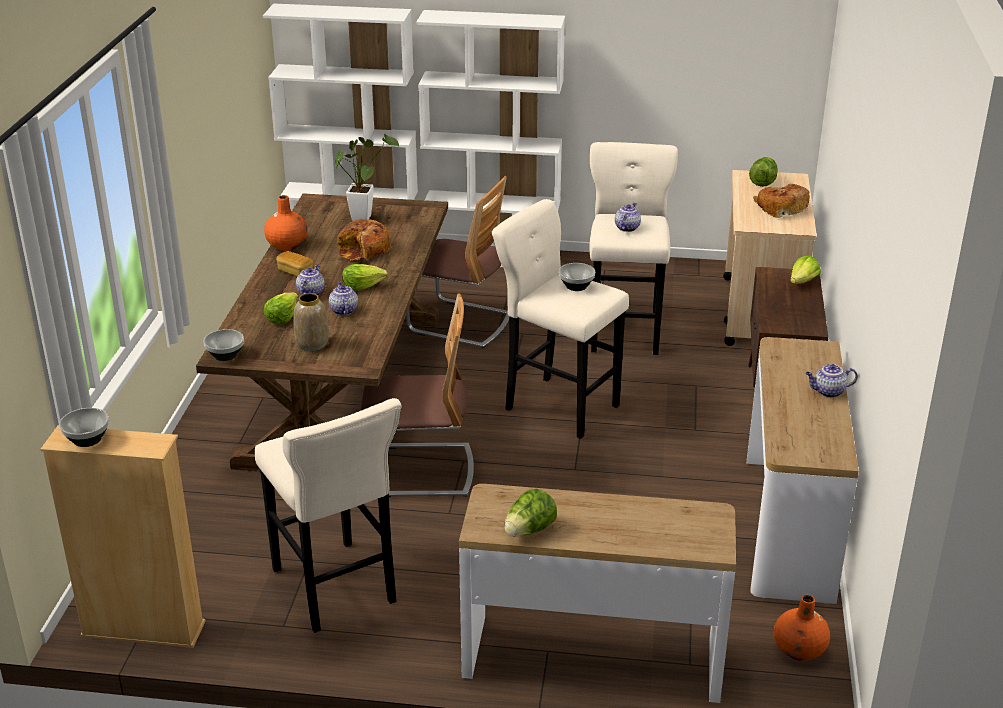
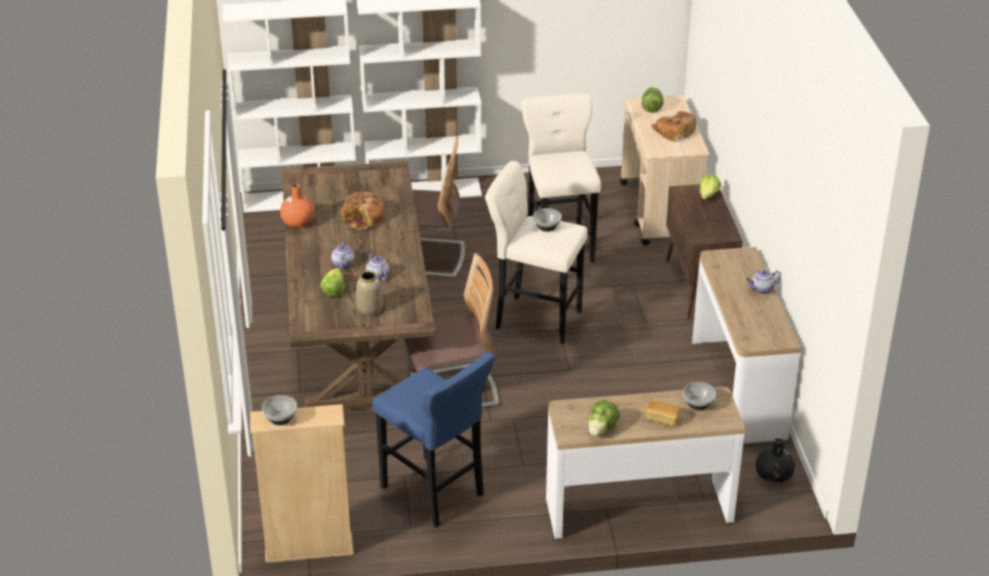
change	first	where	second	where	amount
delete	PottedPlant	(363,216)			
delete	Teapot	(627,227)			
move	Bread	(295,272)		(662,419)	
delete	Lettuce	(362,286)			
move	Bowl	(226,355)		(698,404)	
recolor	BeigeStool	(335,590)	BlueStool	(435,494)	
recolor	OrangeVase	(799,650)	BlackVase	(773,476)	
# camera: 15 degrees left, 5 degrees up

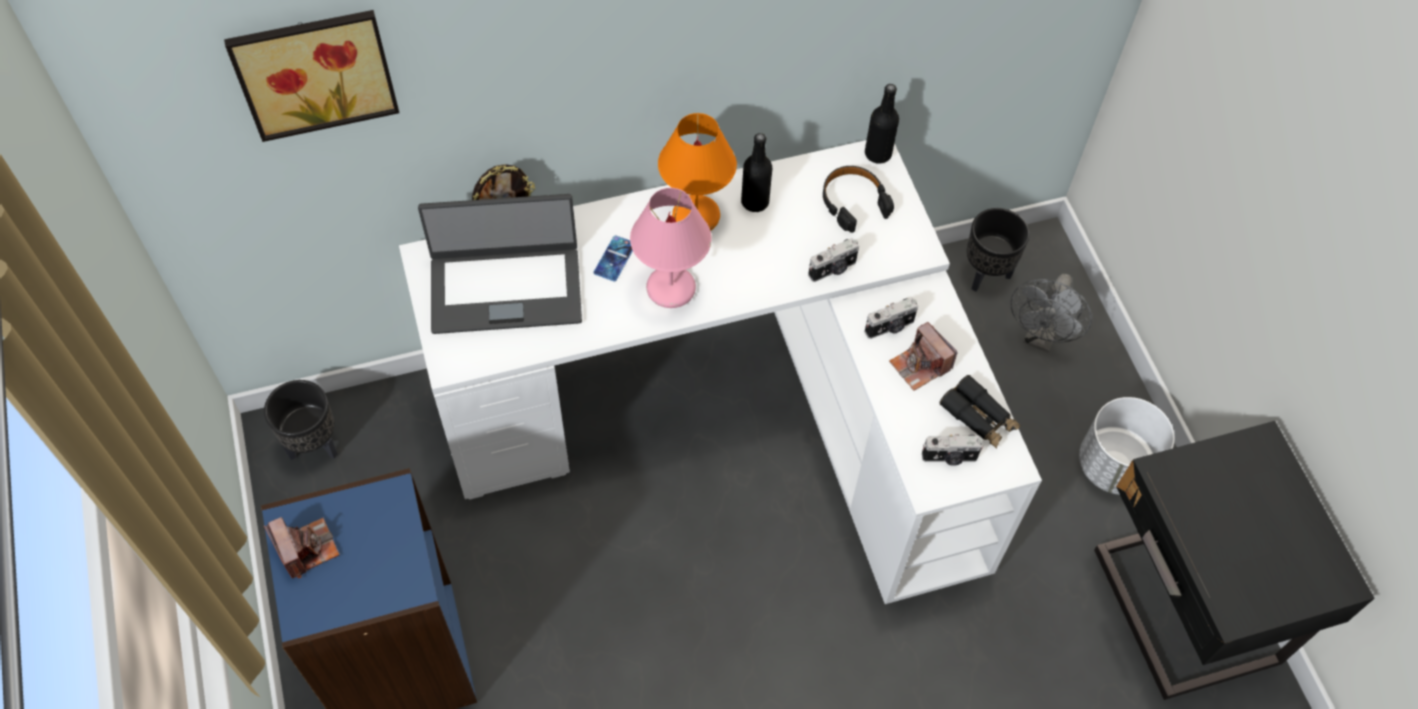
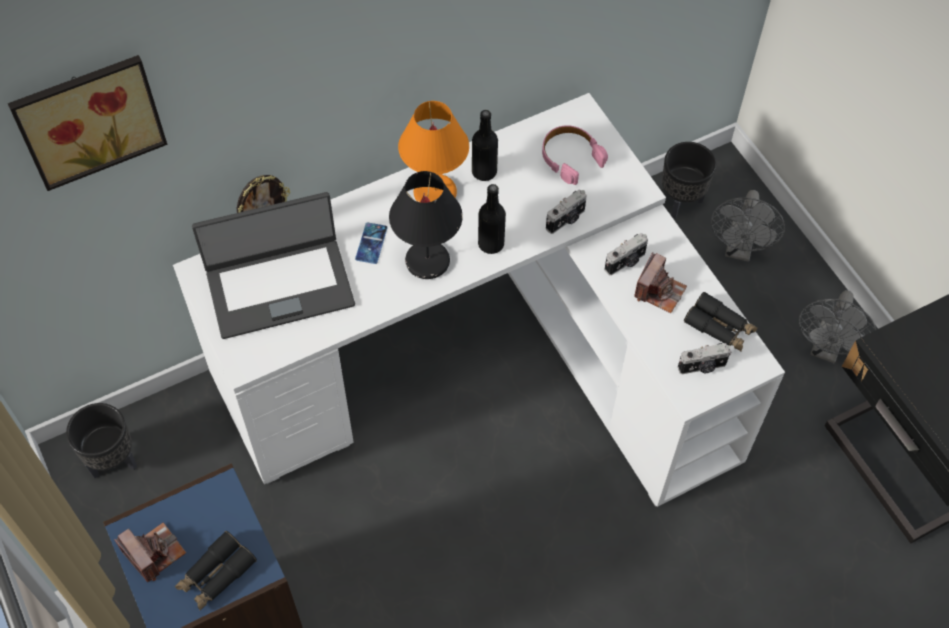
change	first	where	second	where	amount
move	BlackBottle	(878,154)		(491,244)	
recolor	BlackHeadphones	(853,202)	PinkHeadphones	(570,157)	
recolor	PinkTableLamp	(670,289)	BlackTableLamp	(427,262)	
rotate	PhotoCamera	(920,365)		(659,291)	105 degrees counterclockwise
replace	WhitePlanter	(1115,465)	GreyFan	(826,349)	
insert			BlackBinoculars	(216,575)	
# camera: 10 degrees left, 0 degrees up

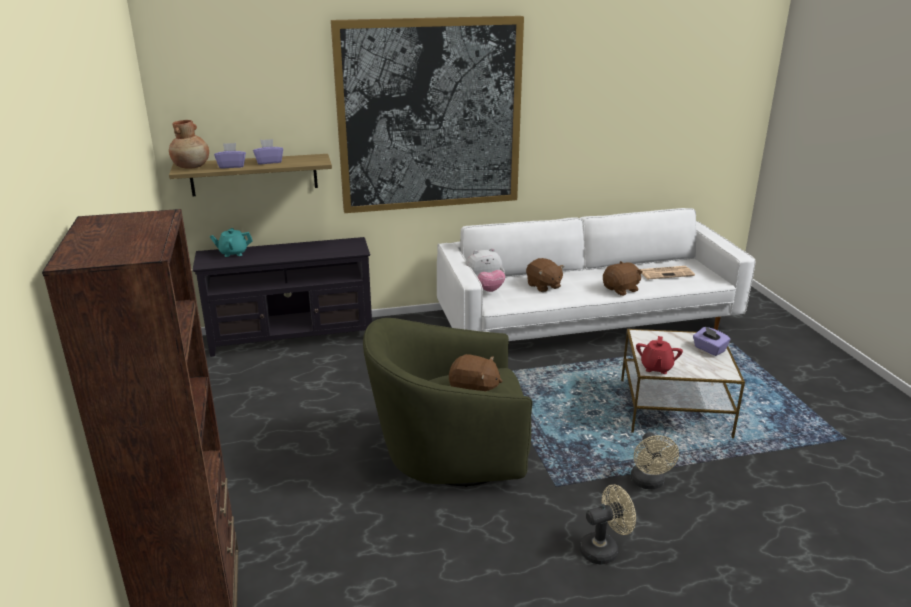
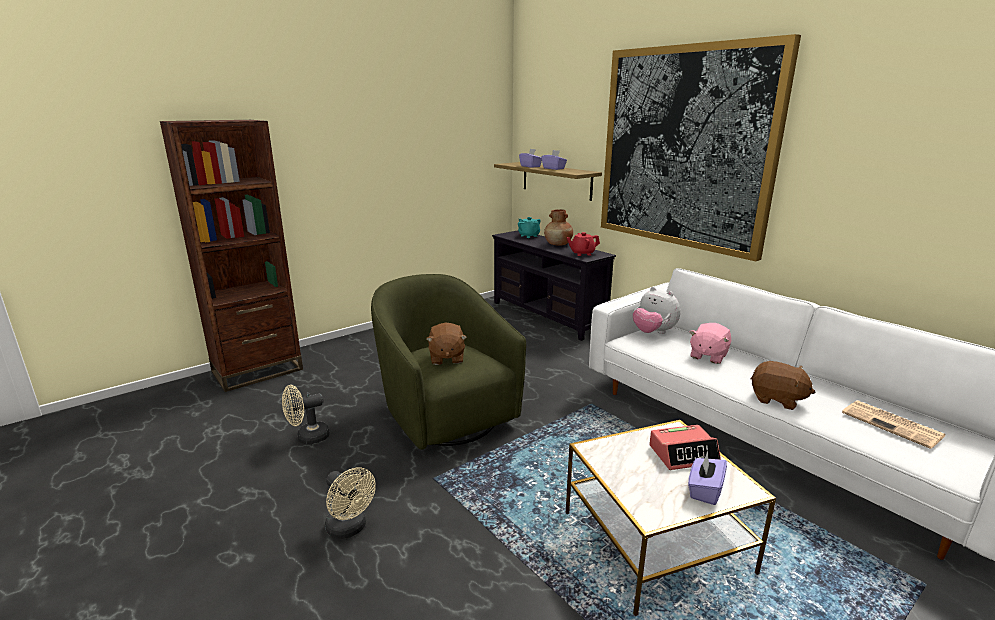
change	first	where	second	where	amount
move	BrownVase	(192,167)		(558,244)	
recolor	BrownPlushToy	(543,286)	PinkPlushToy	(708,356)	
move	RedTeapot	(656,368)		(582,253)	
move	BeigeFan	(648,483)		(308,437)	
insert			AlarmClock	(683,454)	
# camera: 65 degrees right, 5 degrees down

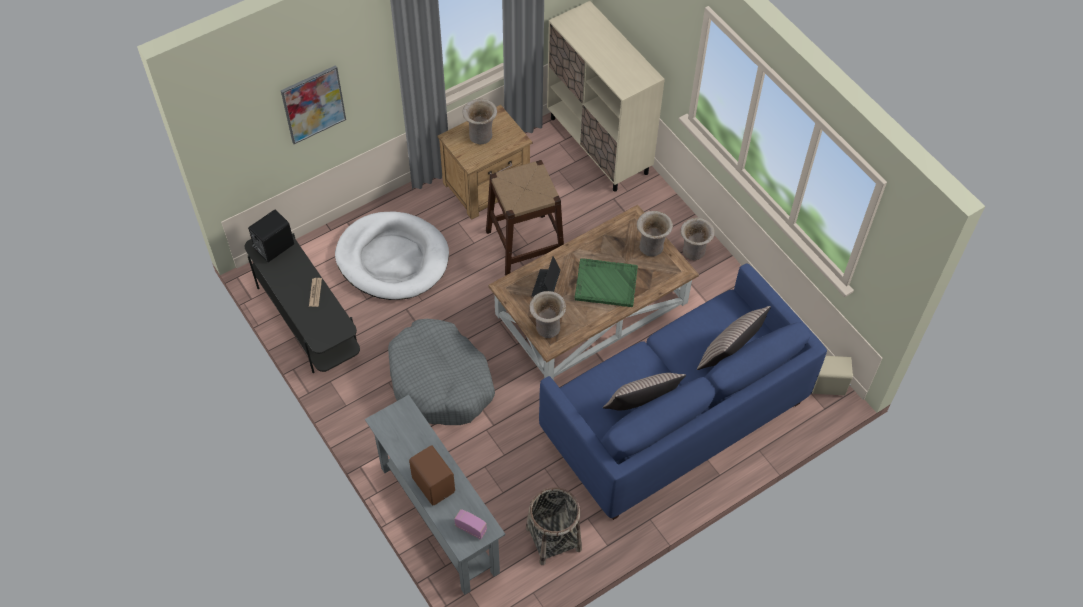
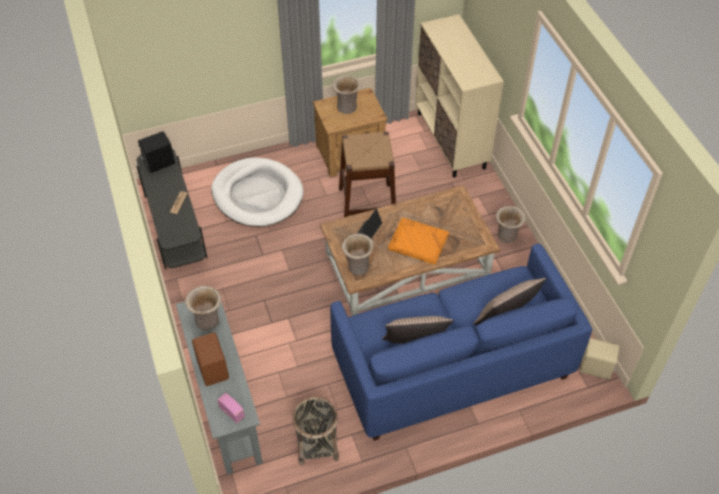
change	first	where	second	where	amount
delete	Picture	(313,104)			
move	BeigeVase	(651,246)		(207,320)	
recolor	GreenTray	(605,283)	OrangeTray	(417,241)	
delete	GreyDogBed	(441,381)			
# camera: 15 degrees right, 5 degrees down

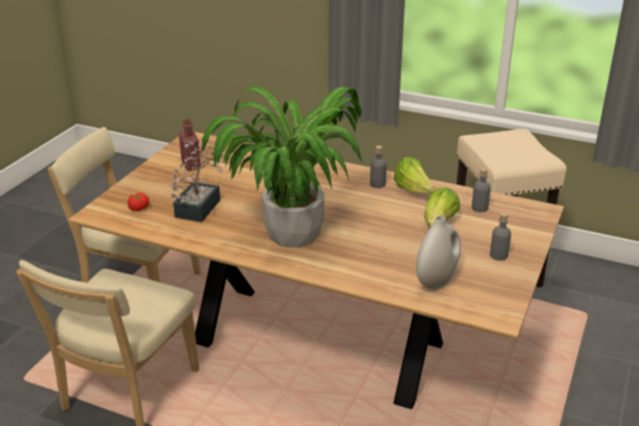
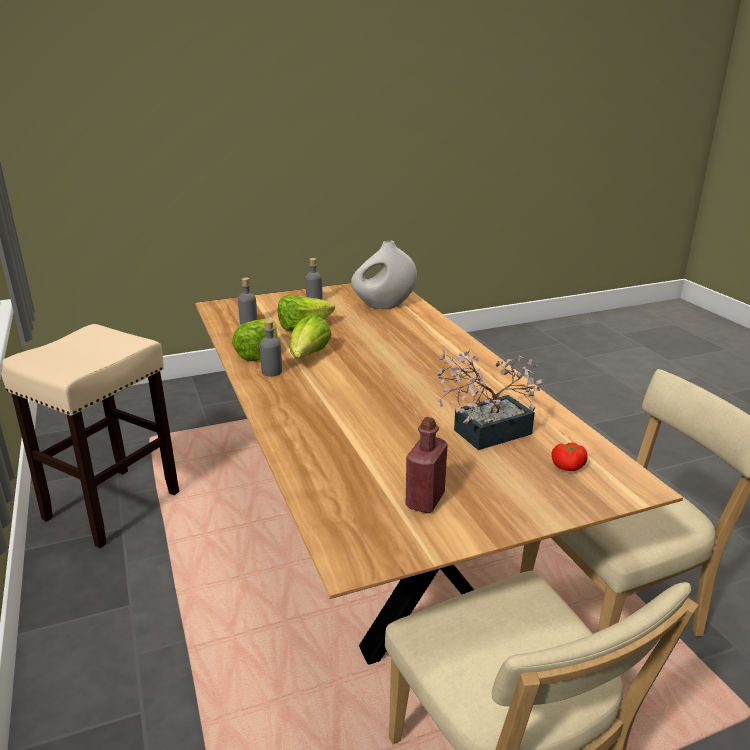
change	first	where	second	where	amount
delete	PottedPlant	(293,234)			
insert			Lettuce	(309,356)	
# camera: 135 degrees left, 5 degrees down

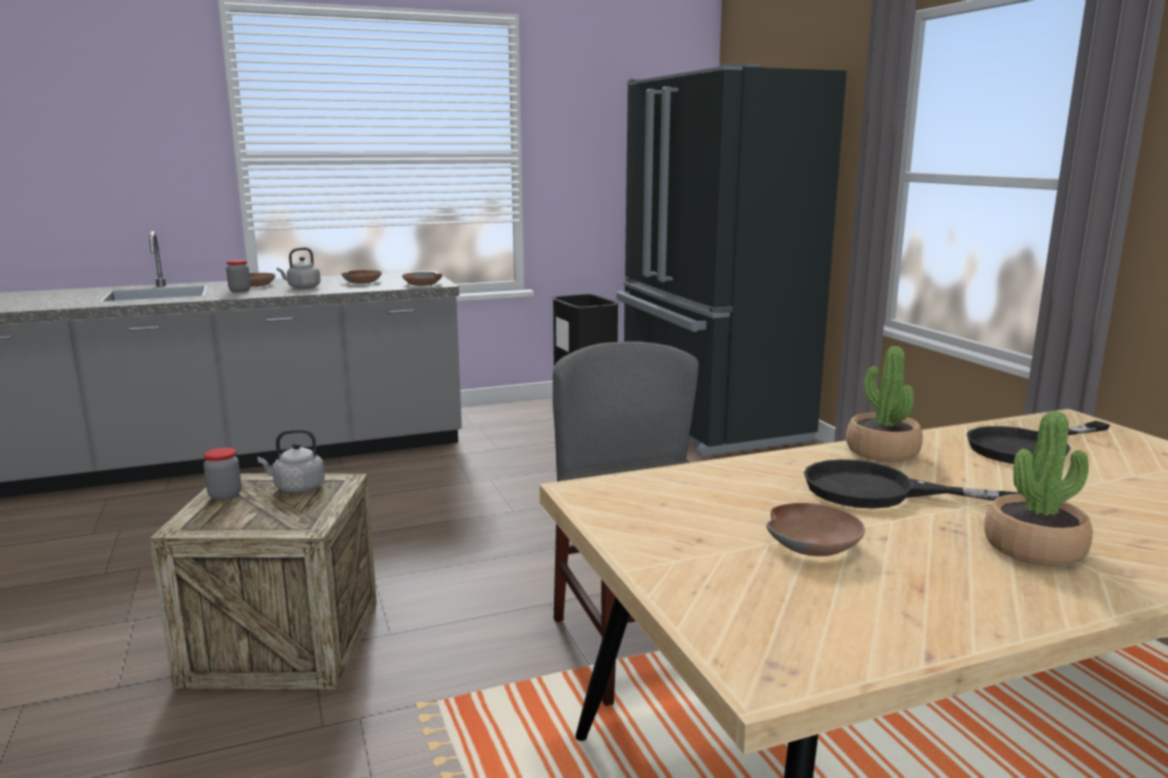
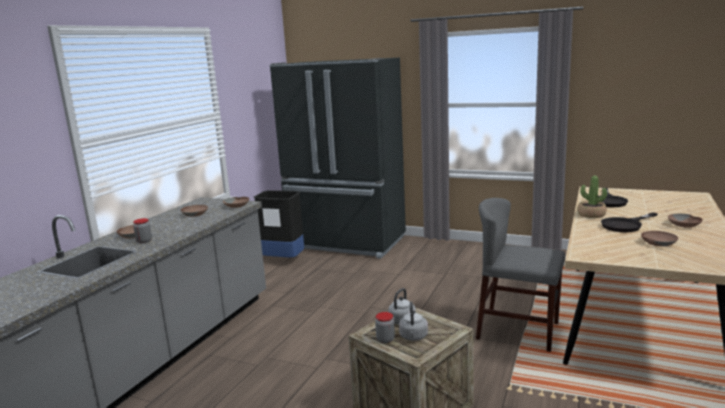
change	first	where	second	where	amount
move	GreyKettle	(302,287)		(413,337)	
replace	PottedPlant	(1034,548)	BrownBowl	(684,225)	
# camera: 45 degrees left, 0 degrees up

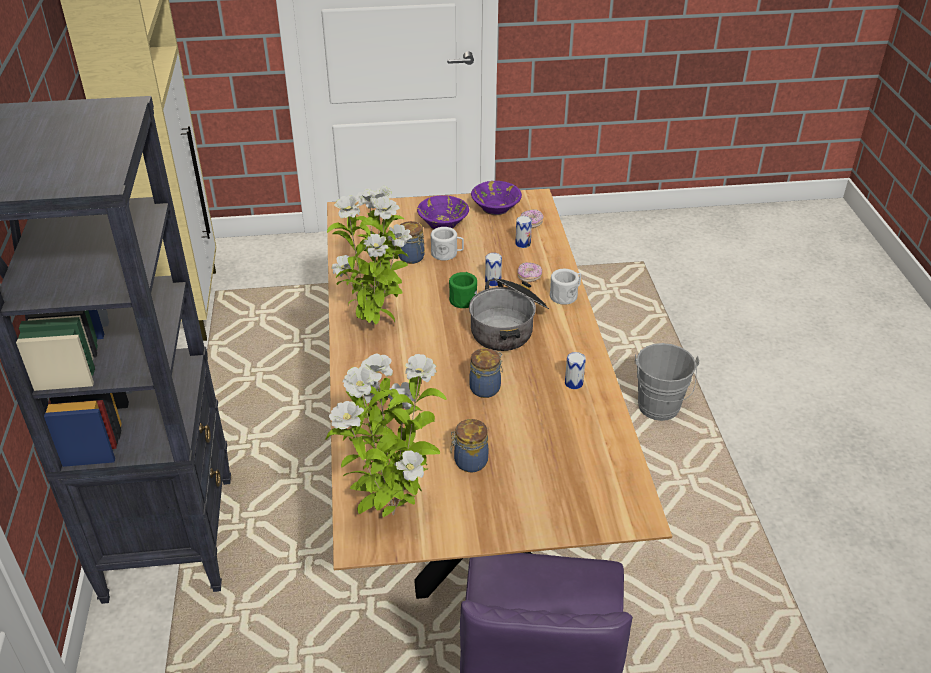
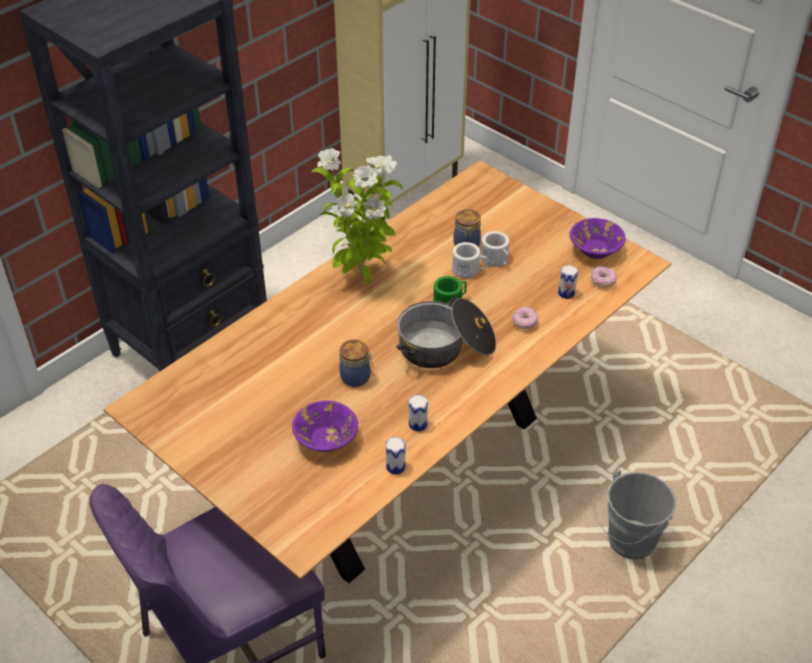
change	first	where	second	where	amount
move	PurpleBowl	(443,223)		(326,439)	
move	Can	(493,281)		(395,467)	
move	WhiteMug	(566,295)		(469,270)	
delete	PottedPlant	(392,512)			
delete	Jar	(469,462)			
# camera: 50 degrees right, 5 degrees up

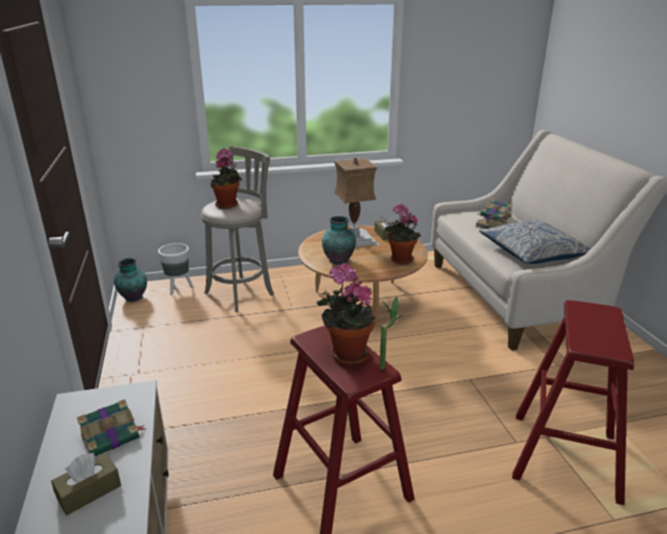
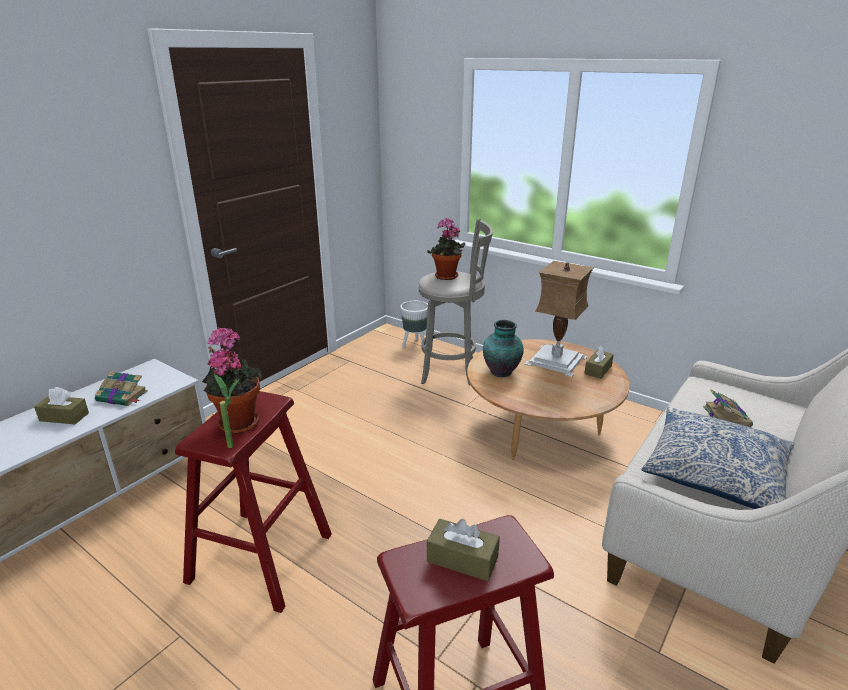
change	first	where	second	where	amount
delete	Book	(496,216)			
delete	PottedPlant	(399,260)			
delete	Vase	(133,298)			
insert			BrownTissueBox	(462,559)	
# camera: 50 degrees right, 0 degrees up

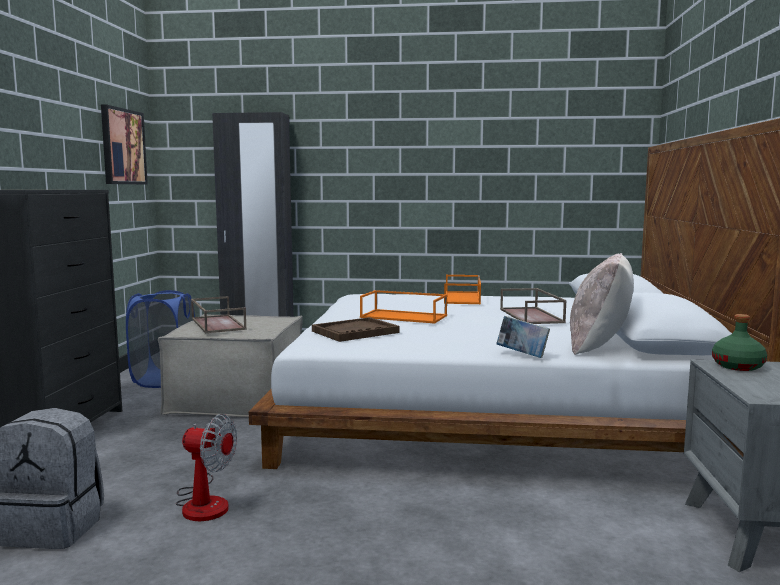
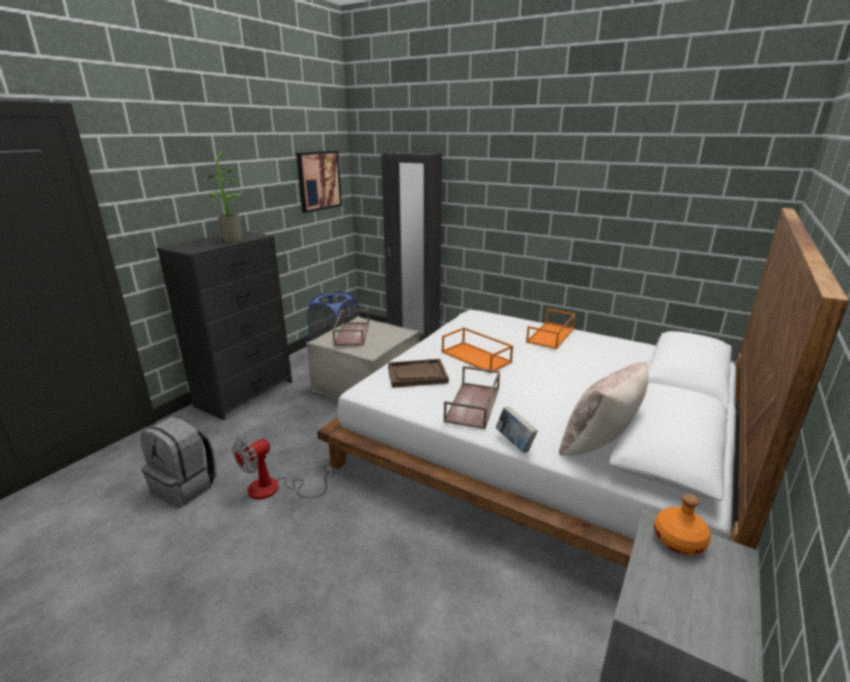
change	first	where	second	where	amount
move	BrownTray	(532,316)		(473,405)	
recolor	GreenBottle	(738,366)	OrangeBottle	(679,540)	
rotate	Fan	(203,502)		(274,489)	90 degrees clockwise
insert			PottedPlant	(232,240)	
# camera: 25 degrees right, 15 degrees up

